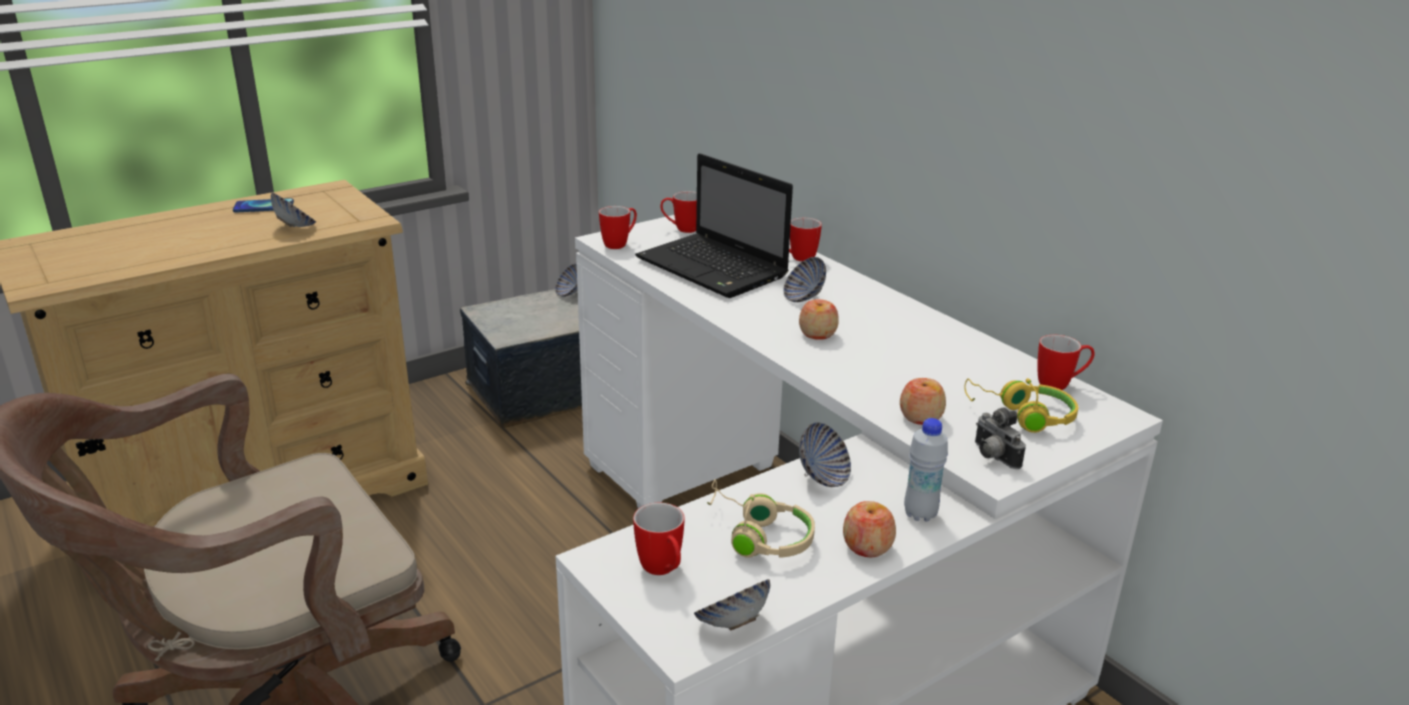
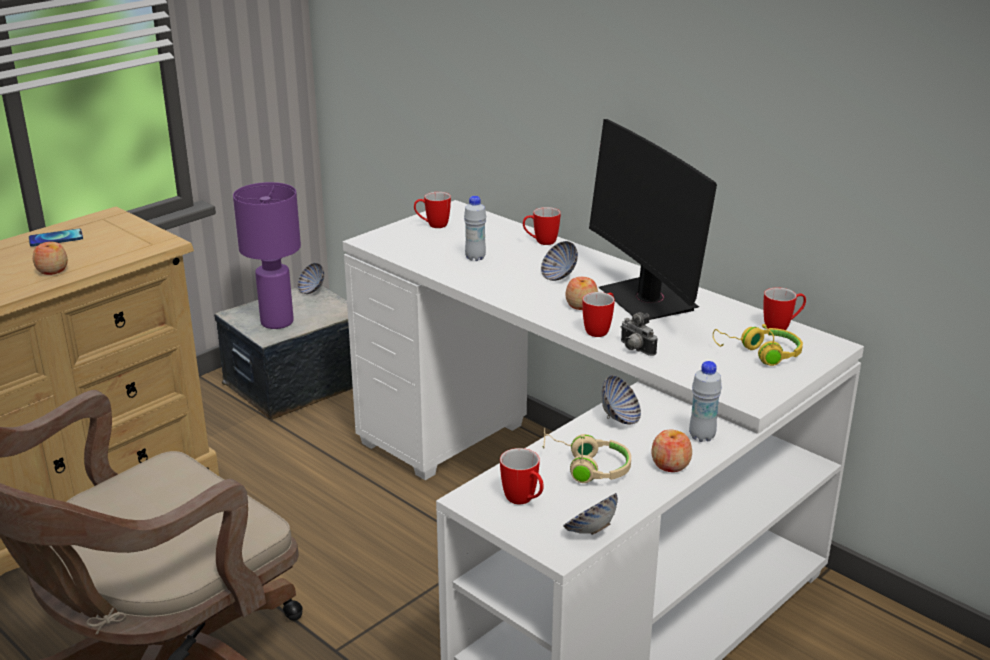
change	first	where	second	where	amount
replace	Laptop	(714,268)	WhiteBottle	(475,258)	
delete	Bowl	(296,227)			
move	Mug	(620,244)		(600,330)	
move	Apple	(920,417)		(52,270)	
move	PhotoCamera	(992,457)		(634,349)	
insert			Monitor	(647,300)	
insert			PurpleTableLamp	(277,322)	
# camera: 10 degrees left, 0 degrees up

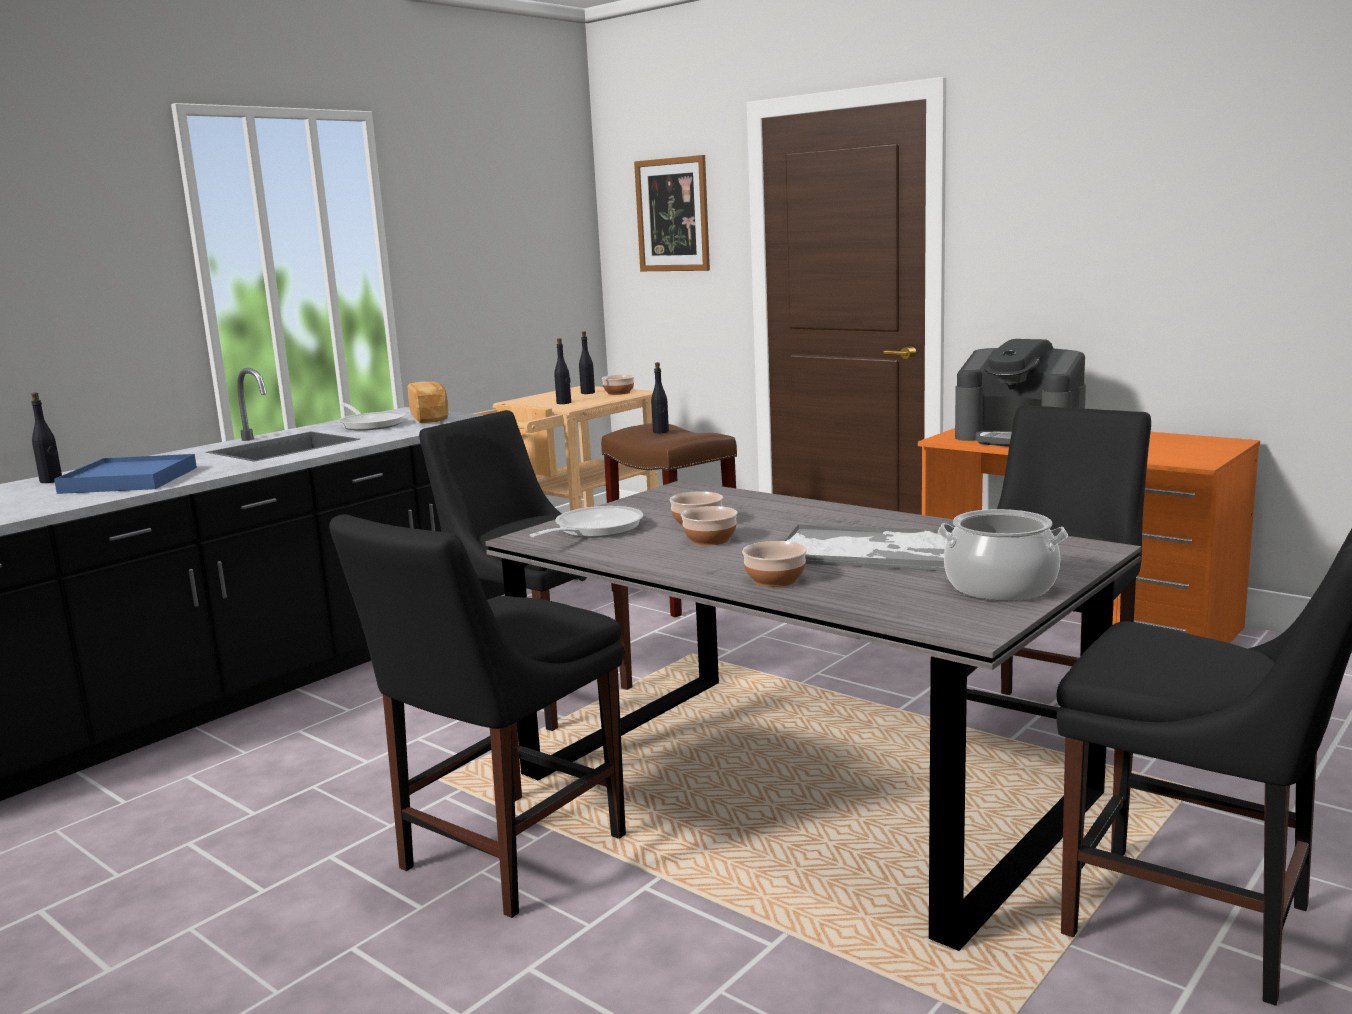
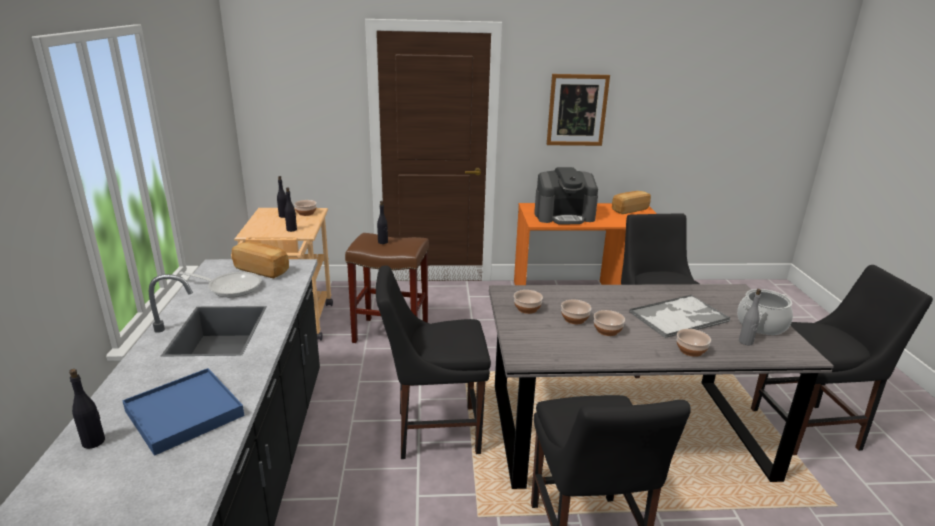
change	first	where	second	where	amount
move	Picture	(672,215)		(577,110)	
delete	FryingPan	(593,530)			
insert			Bread	(629,209)	
insert			GreyBottle	(746,342)	
insert			Bowl	(527,308)	
# camera: 45 degrees left, 10 degrees up

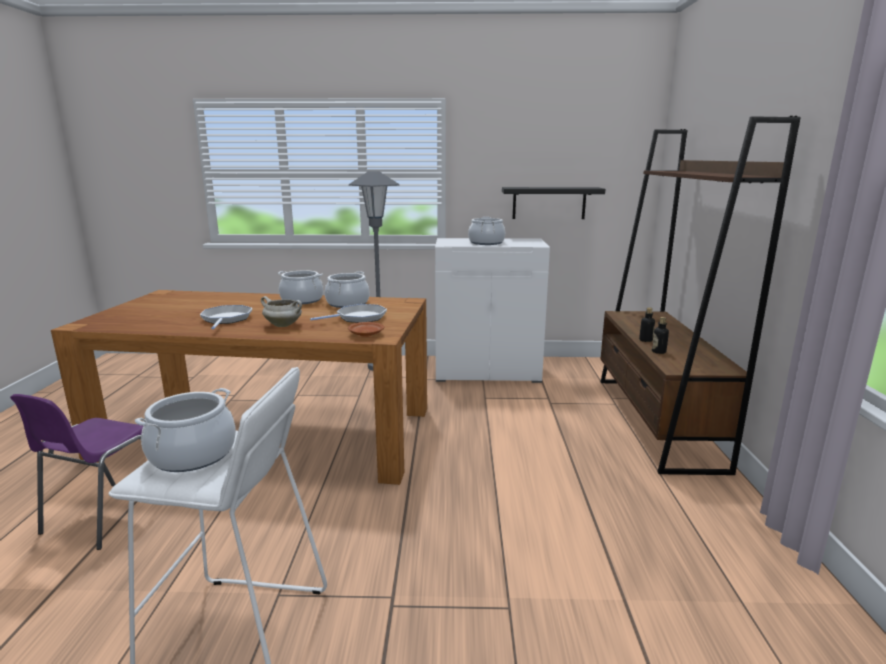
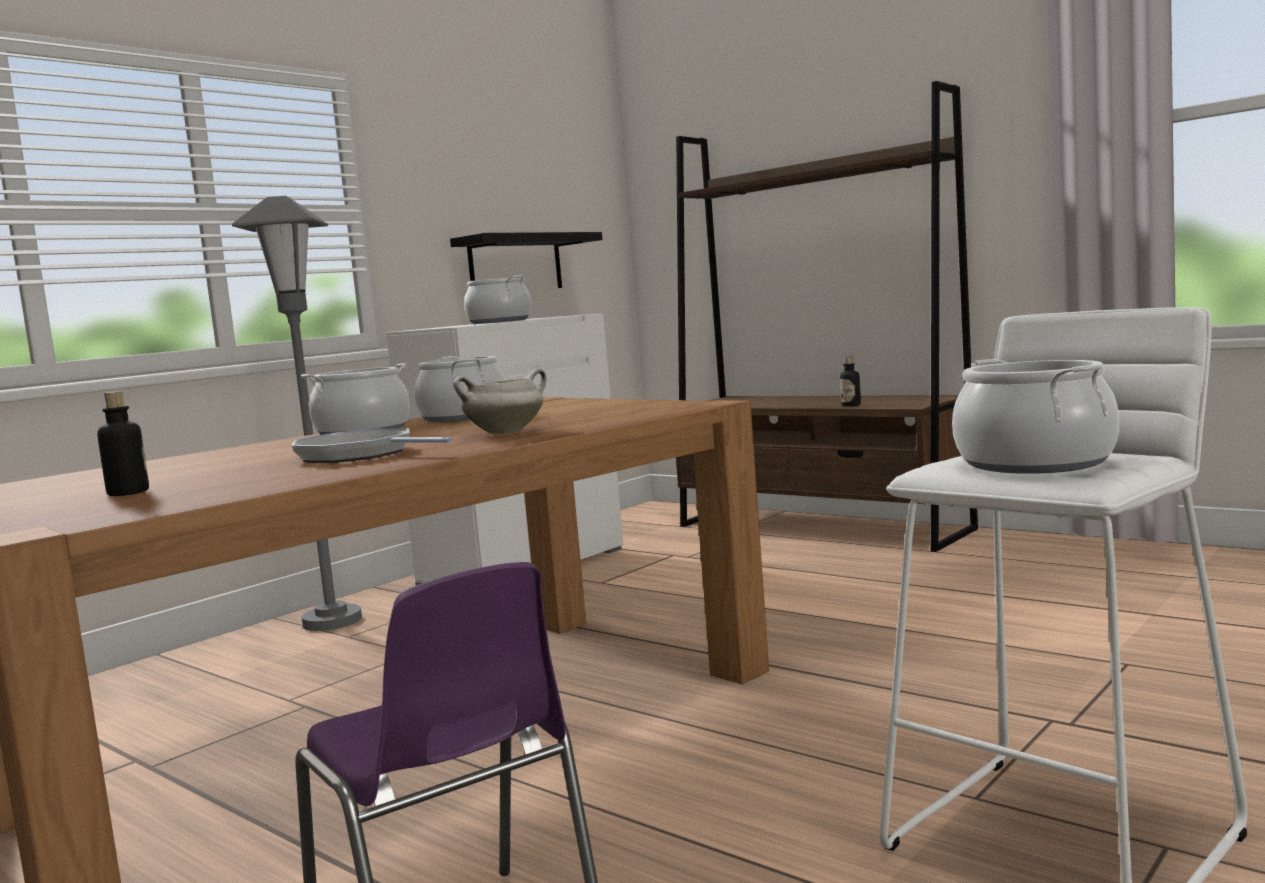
change	first	where	second	where	amount
delete	FryingPan	(358,318)			
move	Bottle	(645,340)		(128,493)	
delete	BrownPlate	(365,334)			
# camera: 50 degrees left, 10 degrees down

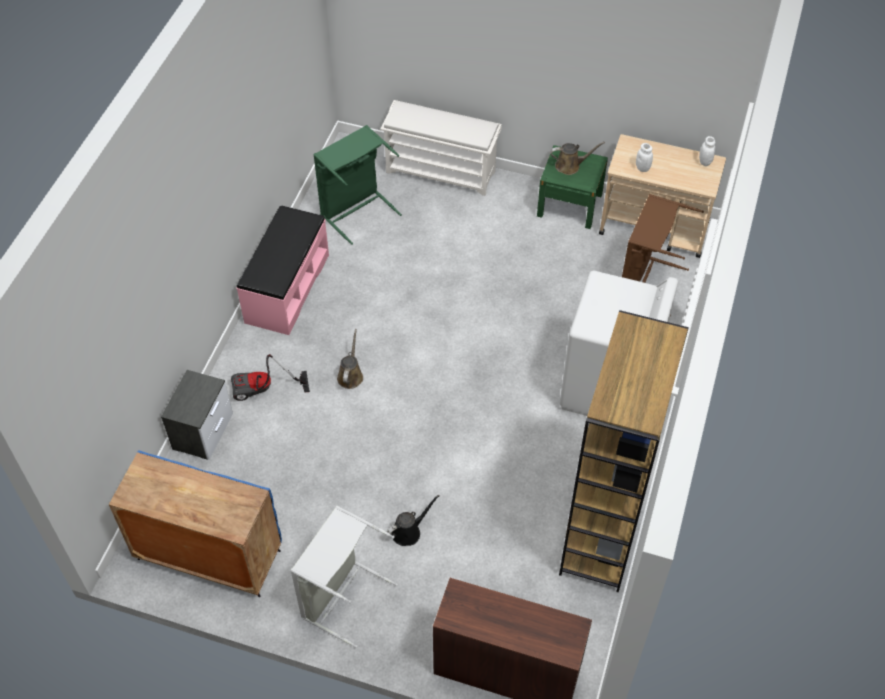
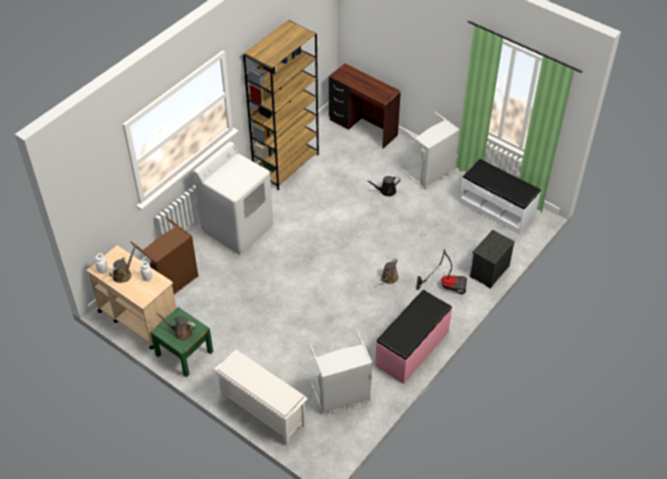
change	first	where	second	where	amount
recolor	GreenLaundryBasket	(356,210)	GreyLaundryBasket	(342,397)	
replace	BlueCabinet	(208,555)	WhiteBench	(497,209)	
insert			BrownWateringCan	(123,274)	
# camera: 160 degrees left, 5 degrees down

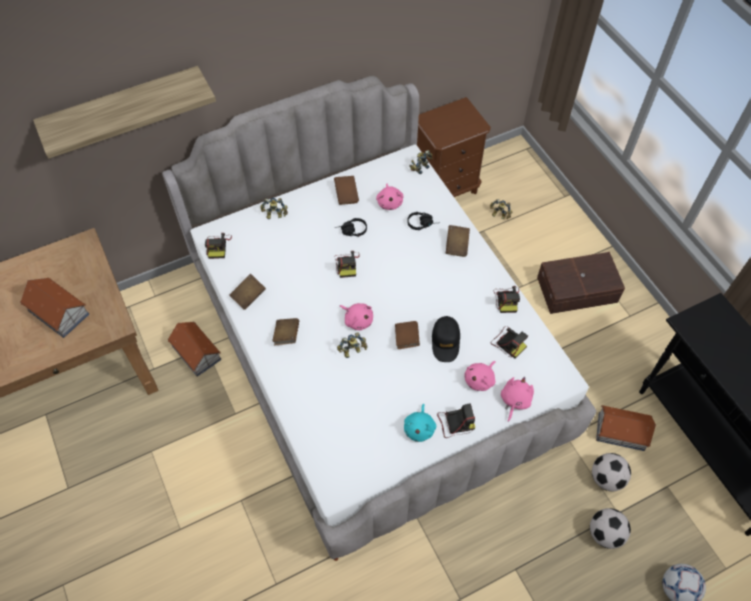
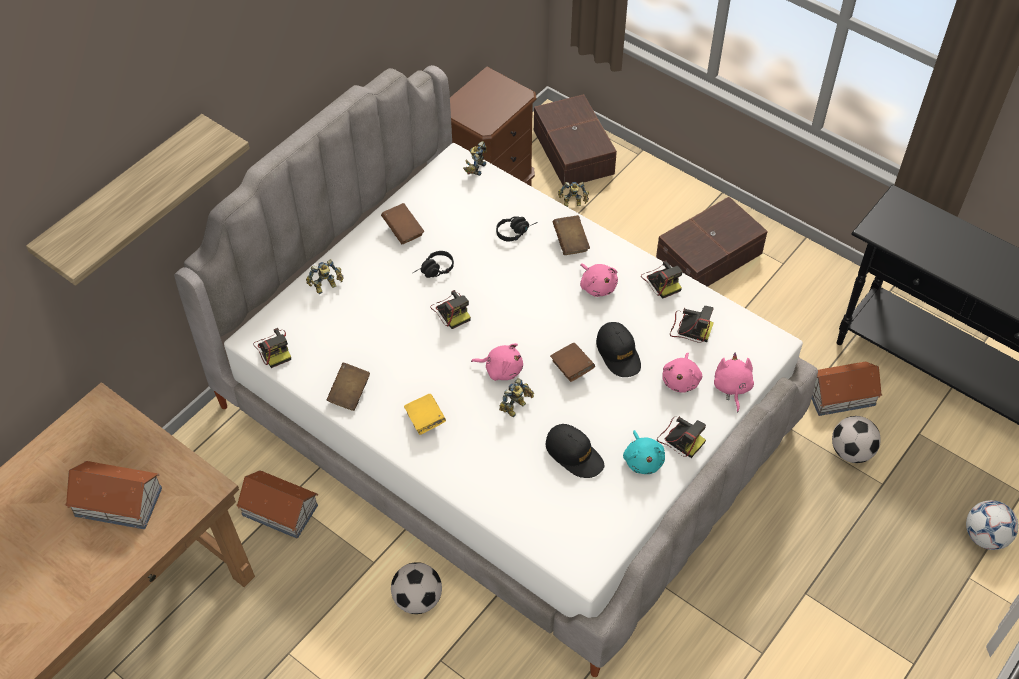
change	first	where	second	where	amount
move	PinkPlushToy	(389,202)		(597,286)	
recolor	BrownBook	(286,335)	YellowBook	(425,420)	
rotate	PhotoCamera	(455,423)		(680,438)	75 degrees clockwise
move	Football	(605,533)		(417,599)	
insert			BrownStorageBox	(572,153)	
insert			BlackCap	(574,454)	
# camera: 25 degrees left, 5 degrees down

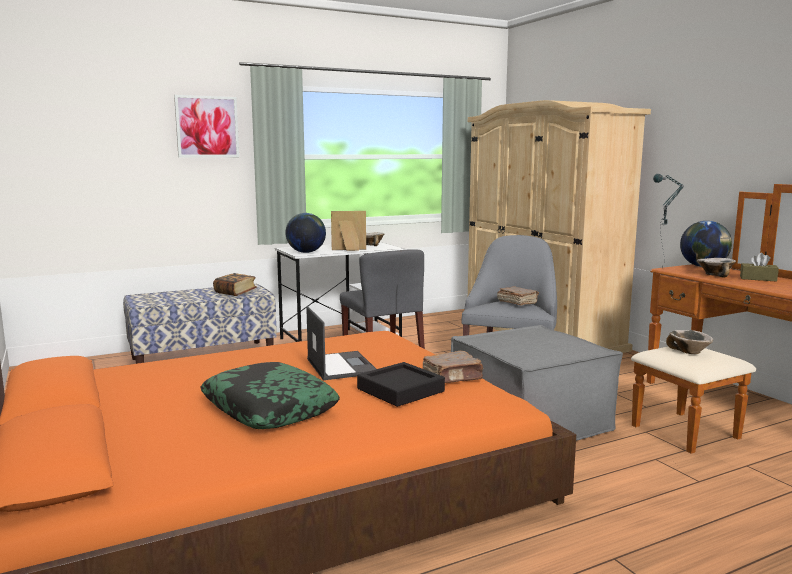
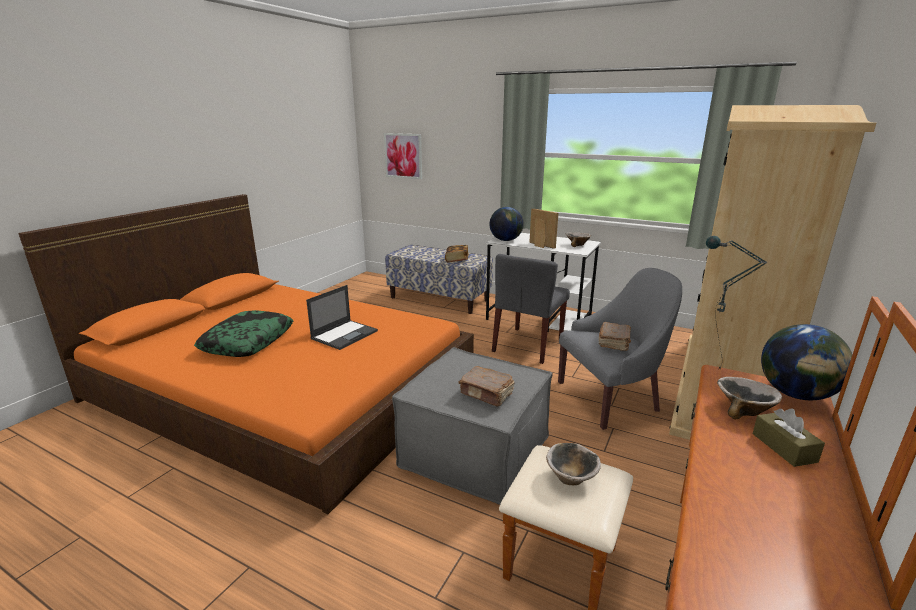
change	first	where	second	where	amount
move	Picture	(207,127)		(403,156)	
move	BrownBook	(453,377)		(487,394)	
delete	BlackTray	(400,390)			
# camera: 55 degrees right, 10 degrees up

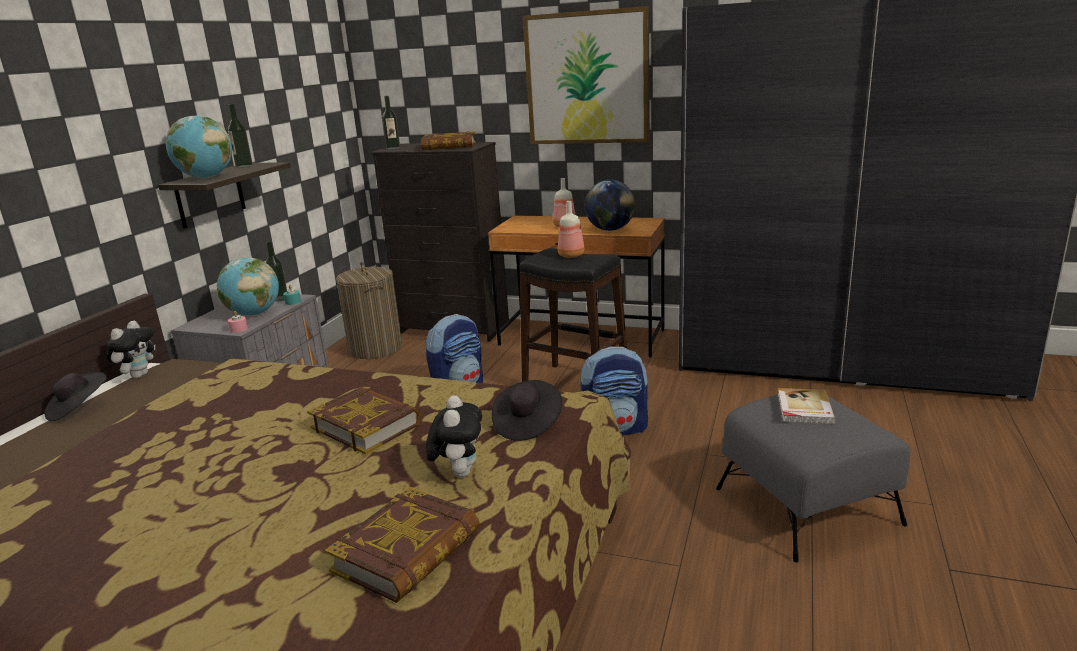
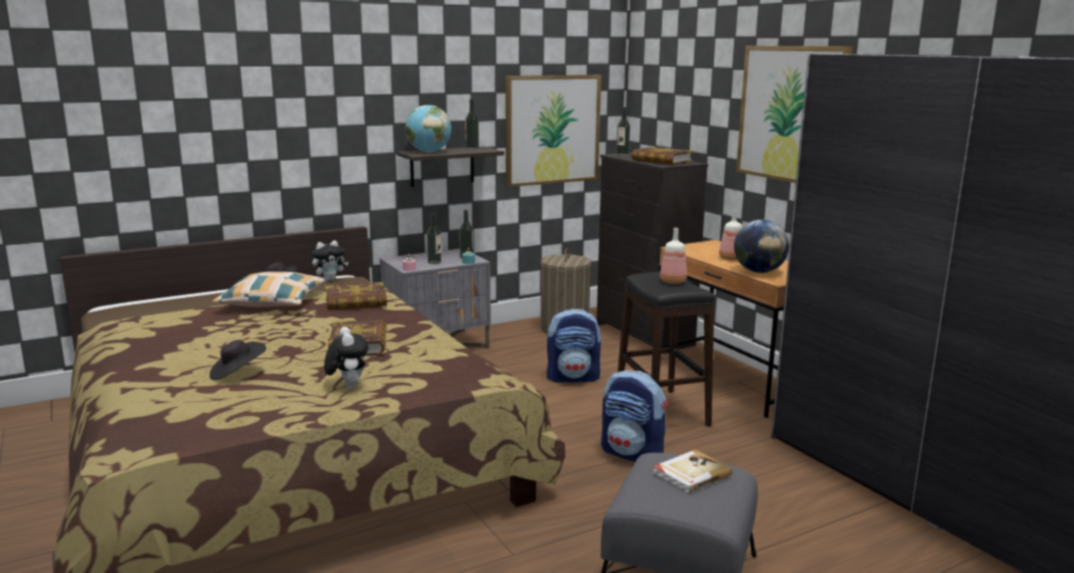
change	first	where	second	where	amount
replace	Globe	(254,314)	Bottle	(434,262)	
move	BlackHat	(527,424)		(237,373)	
rotate	PlushToy	(459,472)		(347,385)	60 degrees counterclockwise
move	Book	(407,552)		(356,302)	
insert			Picture	(552,129)	
insert			Pillow	(273,301)	
# camera: 40 degrees right, 5 degrees down

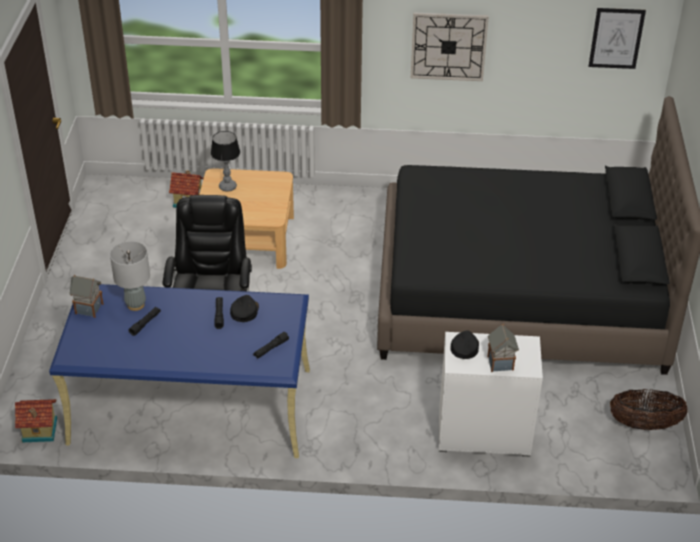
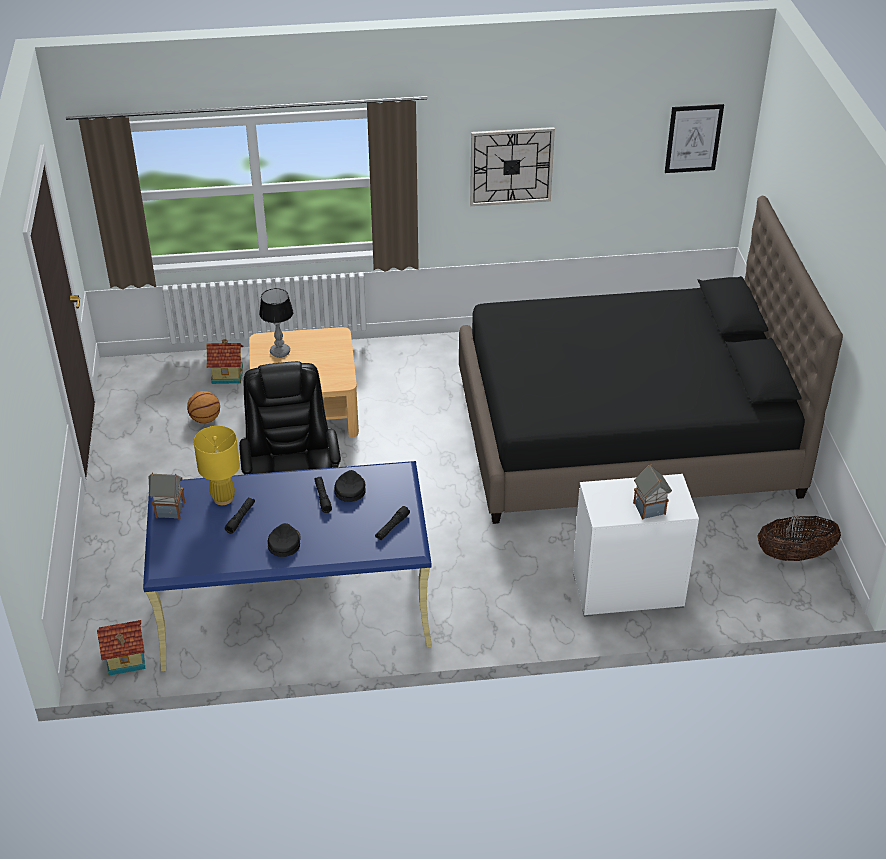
change	first	where	second	where	amount
recolor	GreyTableLamp	(135,305)	YellowTableLamp	(223,498)	
move	BlackCap	(464,347)		(284,543)	
insert			Basketball	(205,419)	
# camera: 10 degrees left, 0 degrees up

